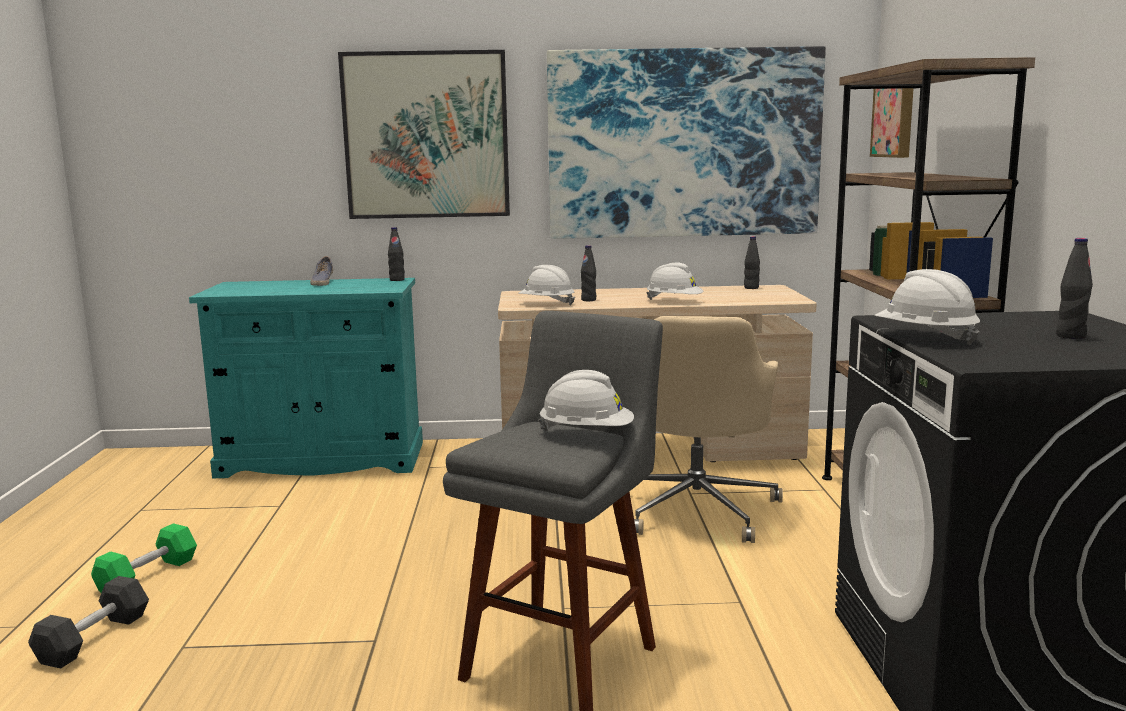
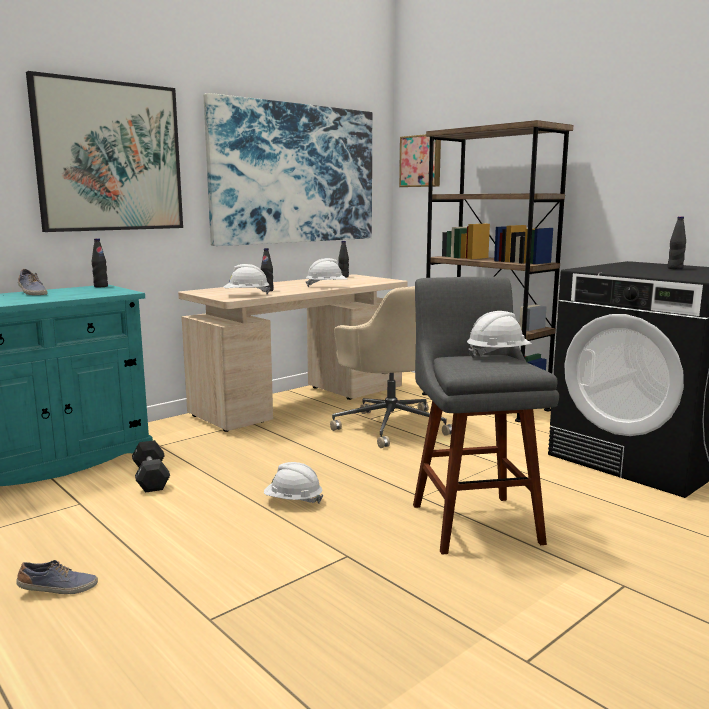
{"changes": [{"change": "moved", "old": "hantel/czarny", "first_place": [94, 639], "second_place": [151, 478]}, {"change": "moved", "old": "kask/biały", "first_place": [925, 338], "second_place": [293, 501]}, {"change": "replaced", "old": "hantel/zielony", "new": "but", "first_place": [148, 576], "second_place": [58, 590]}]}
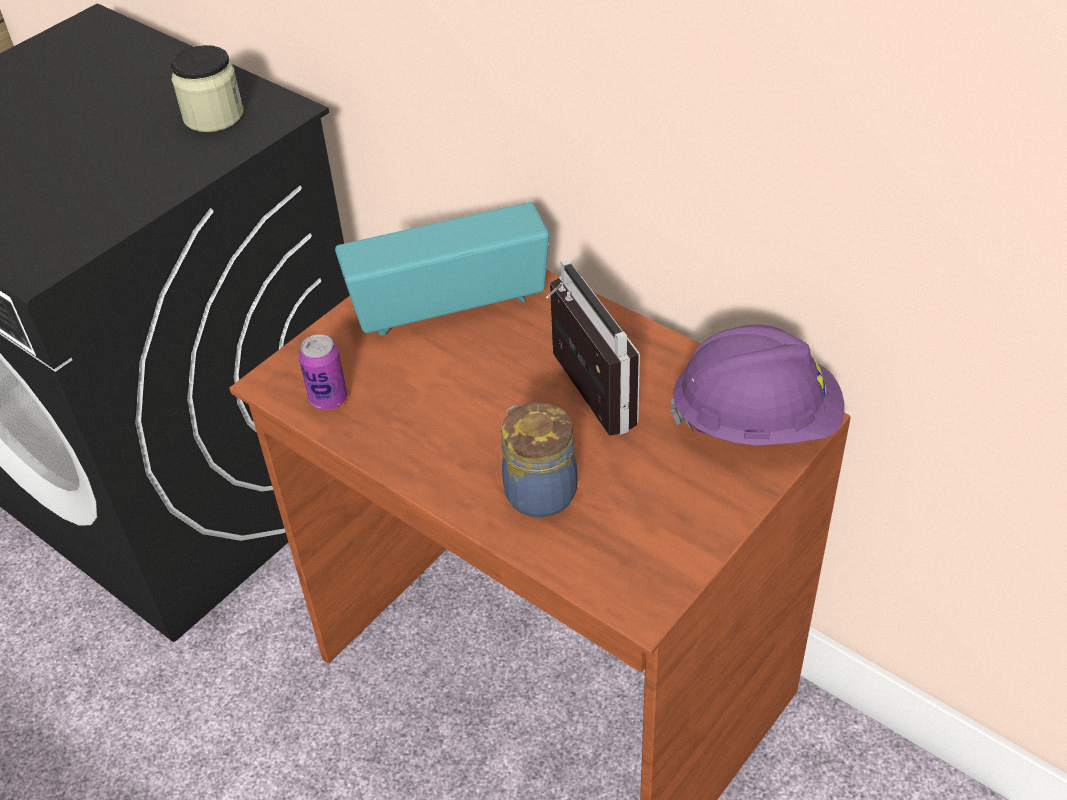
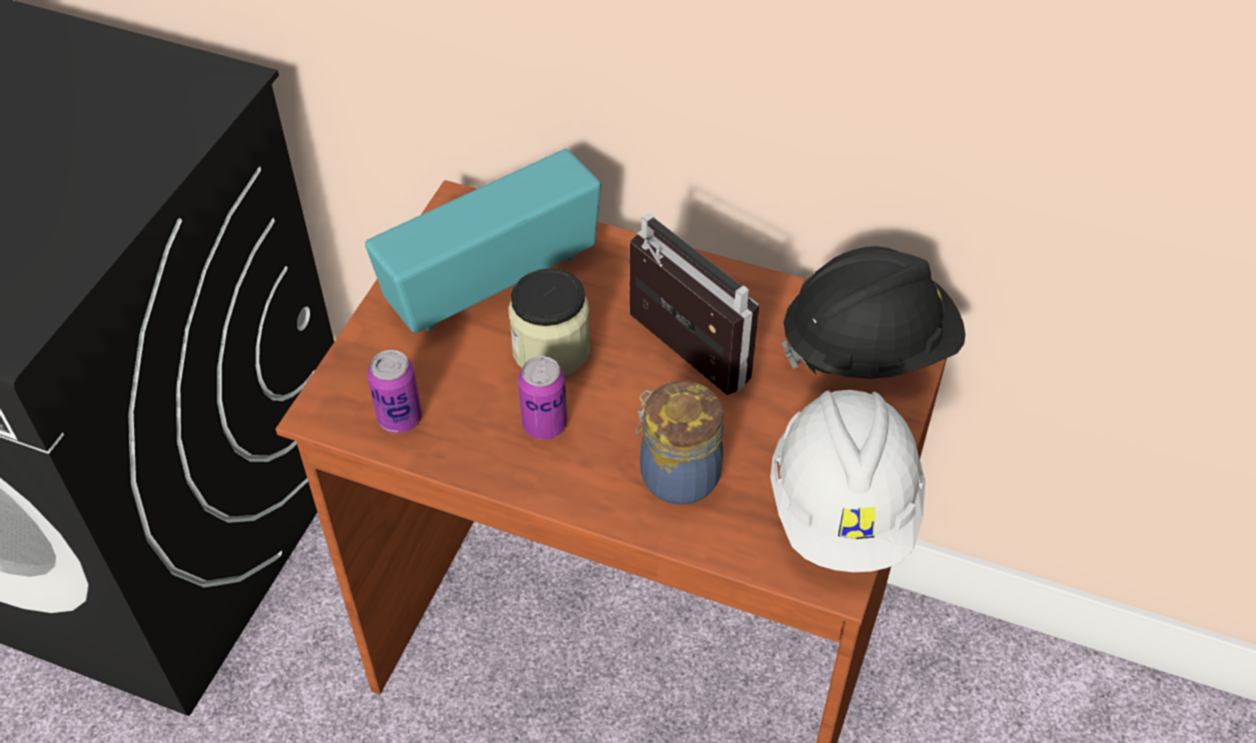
{"changes": [{"change": "added", "new": "puszka", "second_place": [544, 424]}, {"change": "added", "new": "kask/biały", "second_place": [843, 508]}, {"change": "moved", "old": "słoik", "first_place": [213, 116], "second_place": [551, 350]}, {"change": "recoloured", "old": "kask/fioletowy", "new": "kask/czarny", "first_place": [756, 422], "second_place": [869, 347]}]}
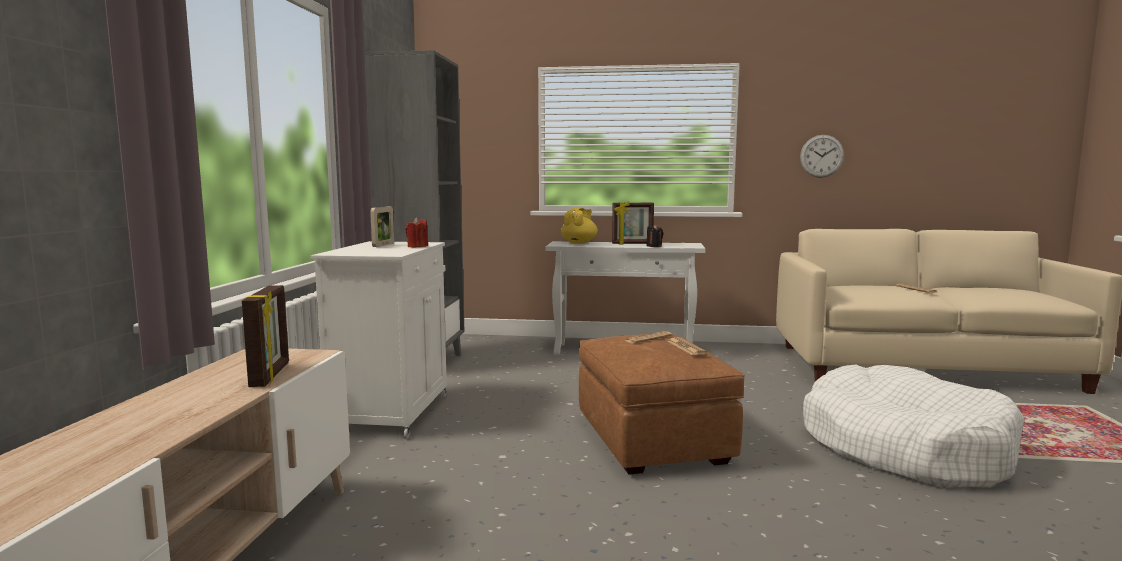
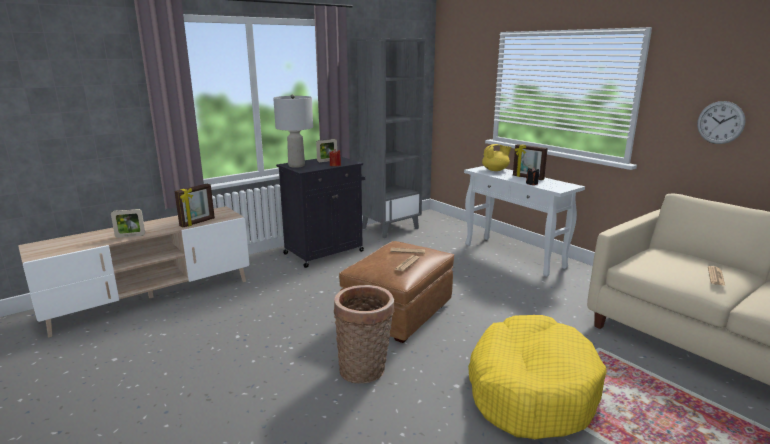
{"changes": [{"change": "added", "new": "ramka na zdjęcie", "second_place": [130, 236]}, {"change": "added", "new": "lampa stołowa/szary", "second_place": [296, 165]}, {"change": "added", "new": "koszyk", "second_place": [365, 370]}, {"change": "recoloured", "old": "szafka/biały", "new": "szafka/czarny", "first_place": [392, 412], "second_place": [325, 252]}, {"change": "recoloured", "old": "legowisko/biały", "new": "legowisko/żółty", "first_place": [904, 448], "second_place": [530, 389]}]}
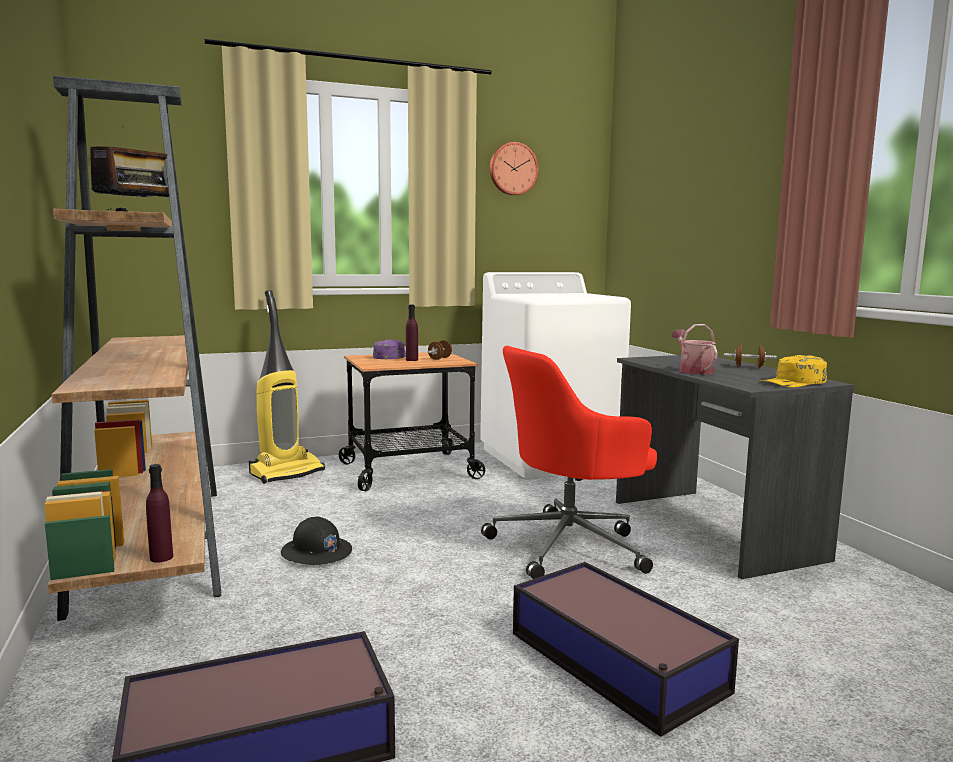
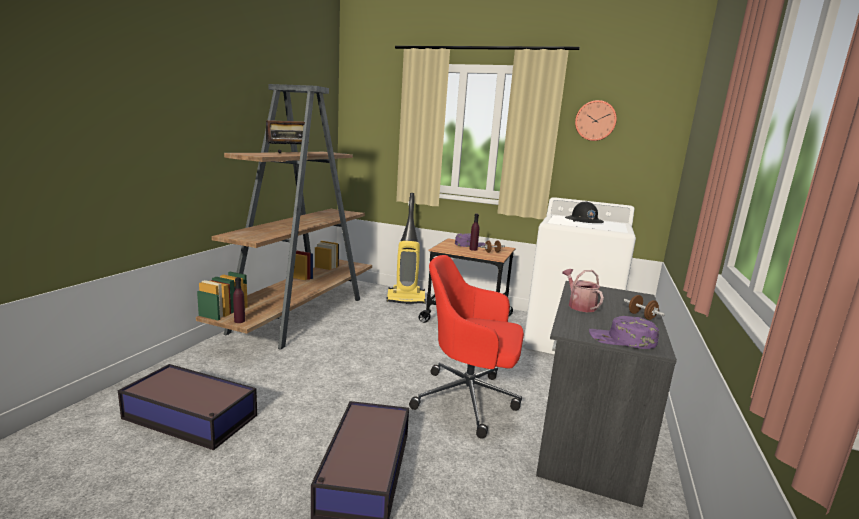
{"changes": [{"change": "moved", "old": "kask/czarny", "first_place": [316, 553], "second_place": [583, 221]}, {"change": "recoloured", "old": "czapka z daszkiem/żółty", "new": "czapka z daszkiem/fioletowy", "first_place": [793, 382], "second_place": [622, 339]}, {"change": "turned", "old": "konewka", "first_place": [693, 370], "second_place": [579, 305], "degrees": -45}]}
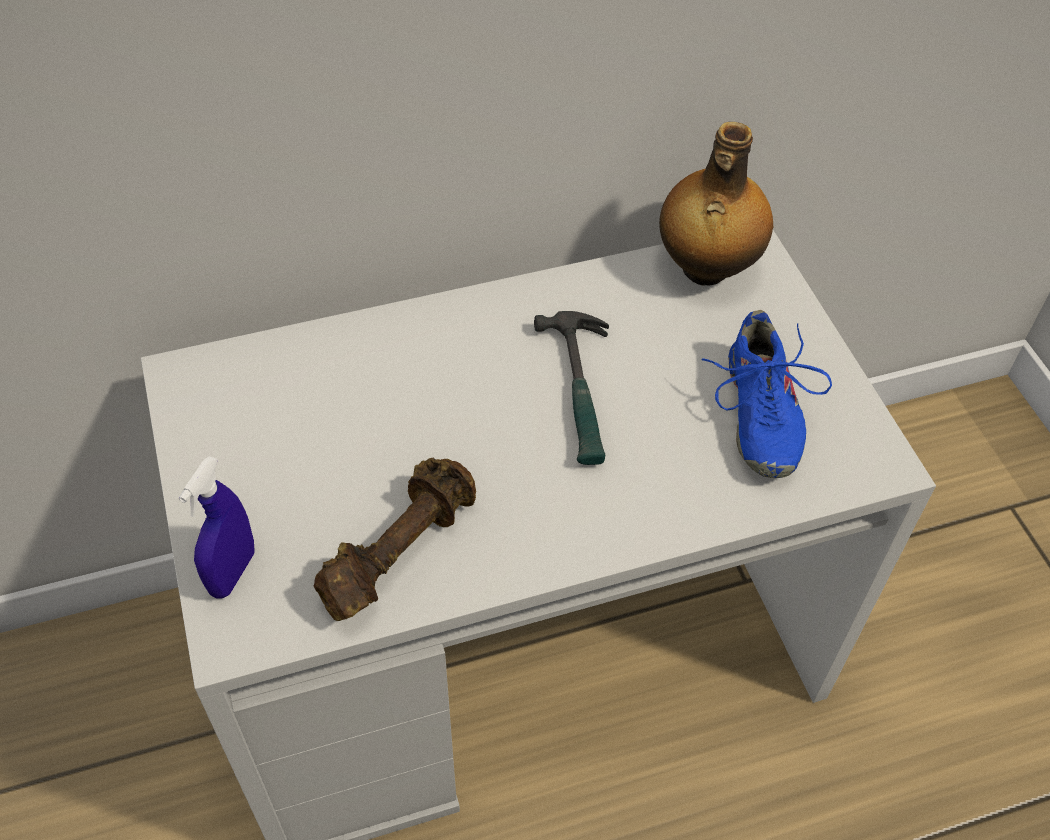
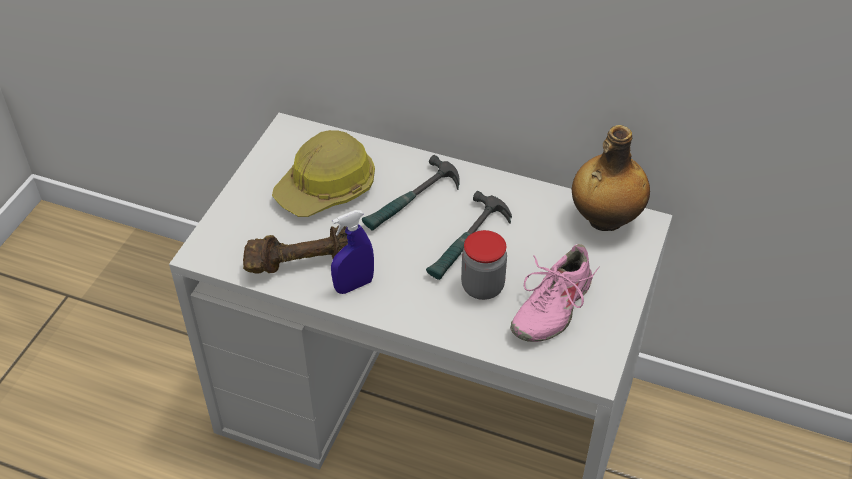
{"changes": [{"change": "added", "new": "kask", "second_place": [327, 188]}, {"change": "added", "new": "młotek", "second_place": [412, 201]}, {"change": "added", "new": "słoik", "second_place": [482, 287]}, {"change": "moved", "old": "spryskiwacz/niebieski", "first_place": [232, 573], "second_place": [354, 285]}, {"change": "recoloured", "old": "but/niebieski", "new": "but/różowy", "first_place": [758, 414], "second_place": [551, 307]}]}
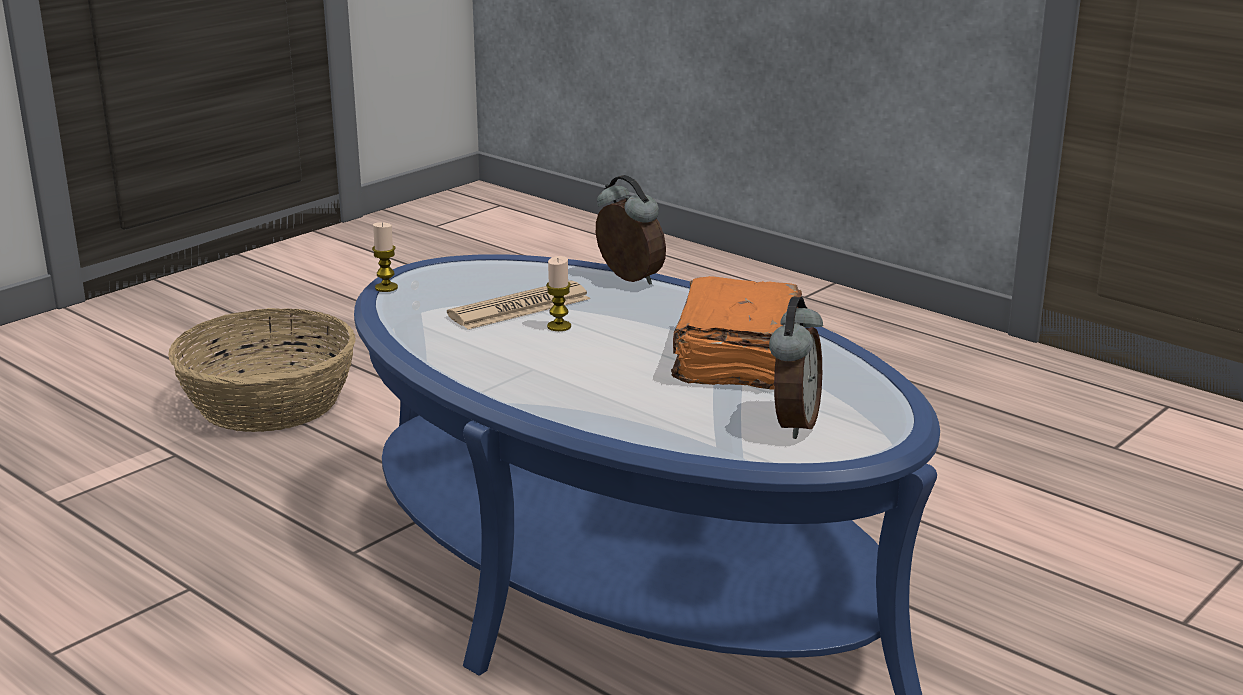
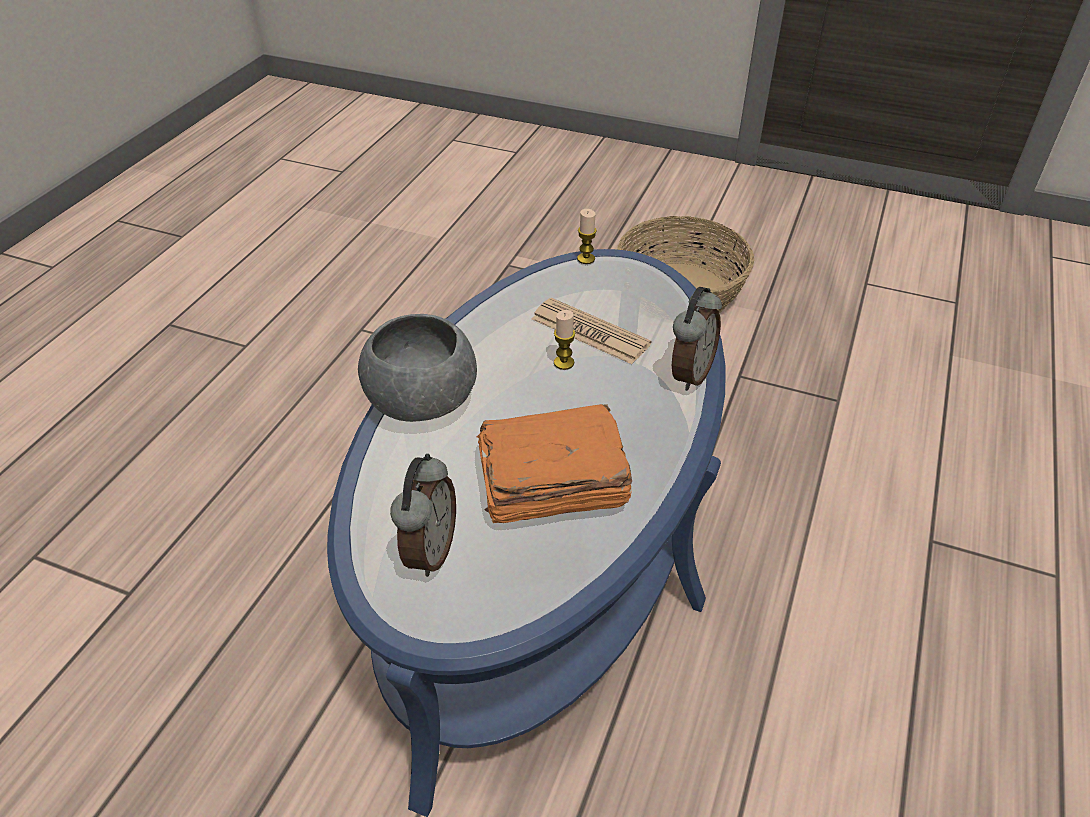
{"changes": [{"change": "added", "new": "miska/szary", "second_place": [422, 400]}, {"change": "turned", "old": "budzik", "first_place": [792, 424], "second_place": [429, 551], "degrees": -75}]}
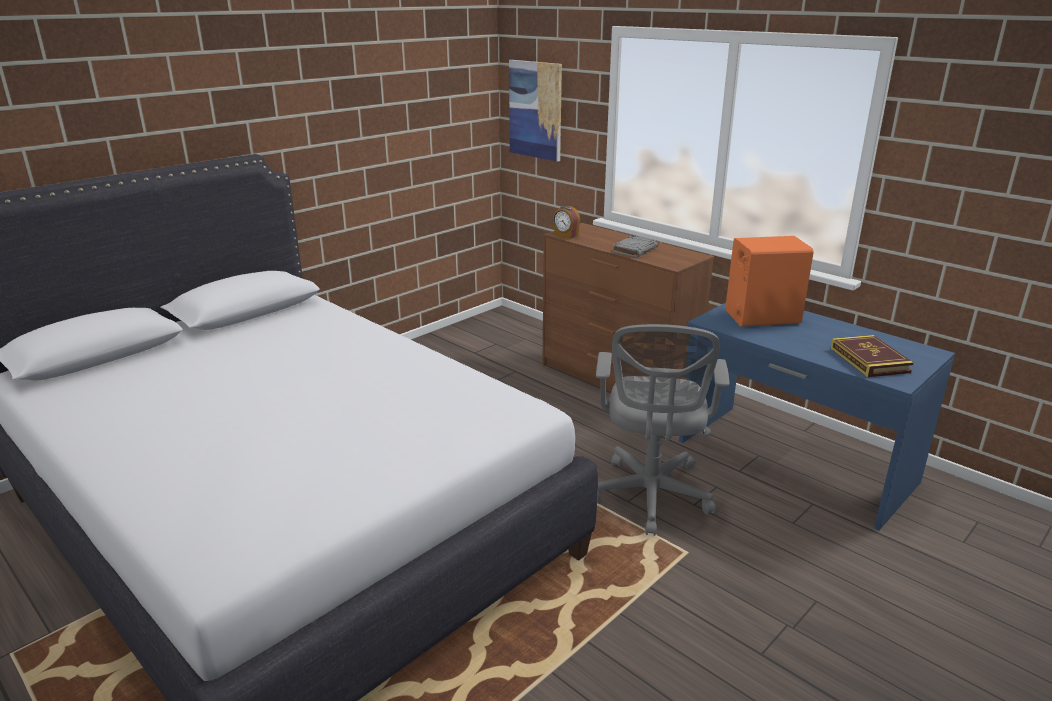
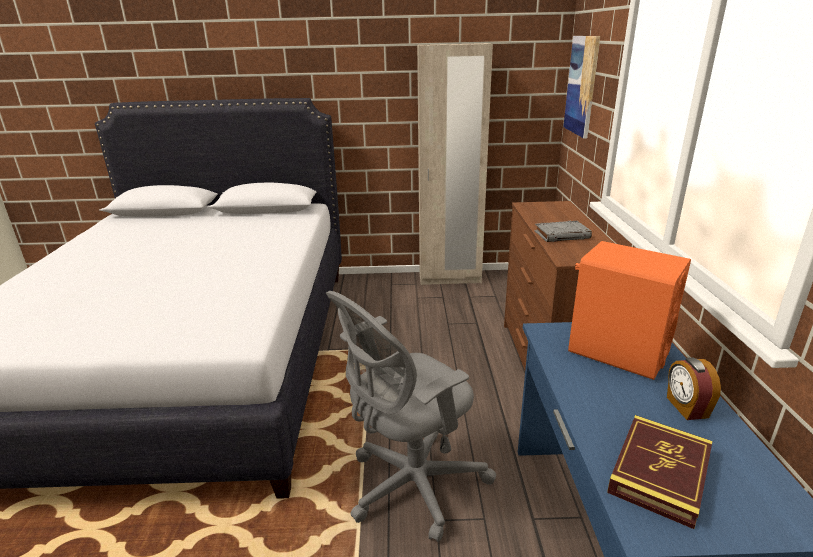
{"changes": [{"change": "added", "new": "szafa/beżowy", "second_place": [450, 279]}, {"change": "moved", "old": "budzik", "first_place": [566, 235], "second_place": [686, 407]}]}
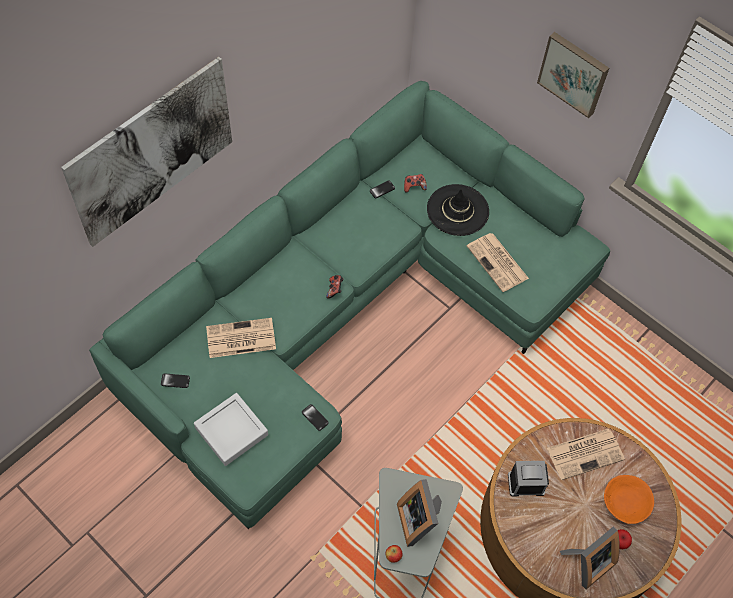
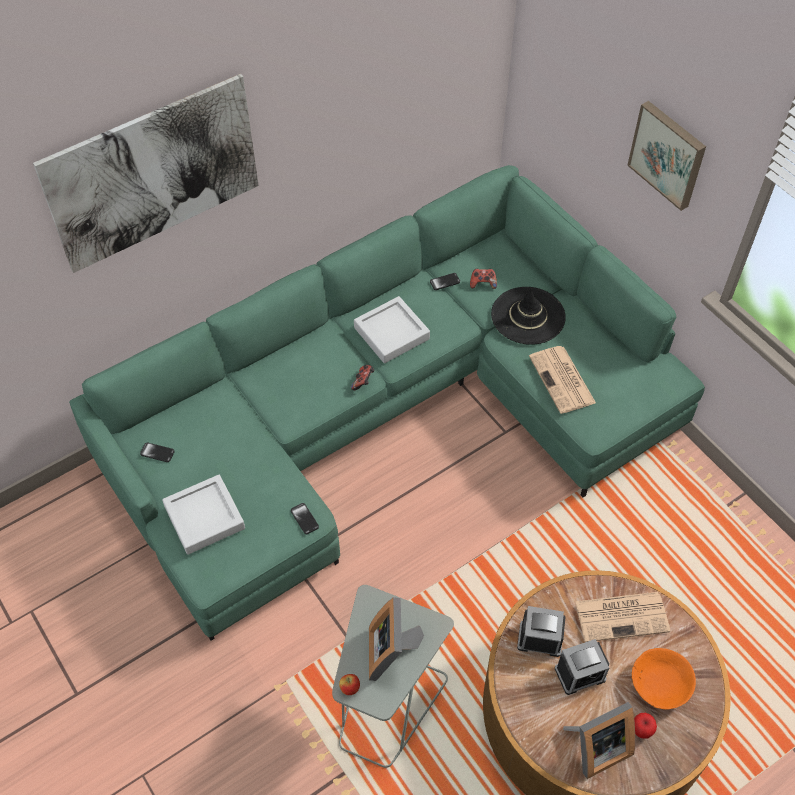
{"changes": [{"change": "removed", "old": "gazeta", "first_place": [240, 339]}, {"change": "added", "new": "taca/szary", "second_place": [391, 333]}, {"change": "added", "new": "budzik", "second_place": [580, 674]}]}
